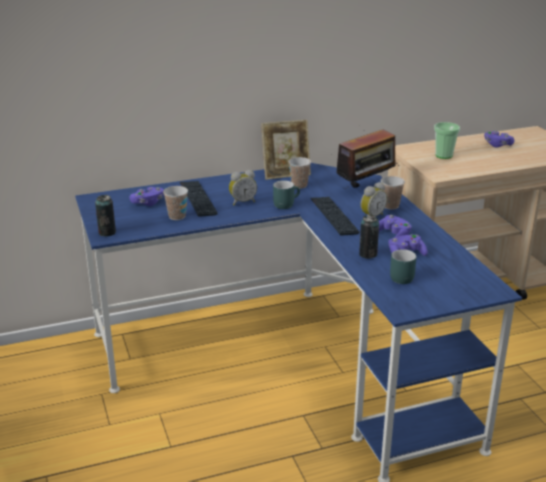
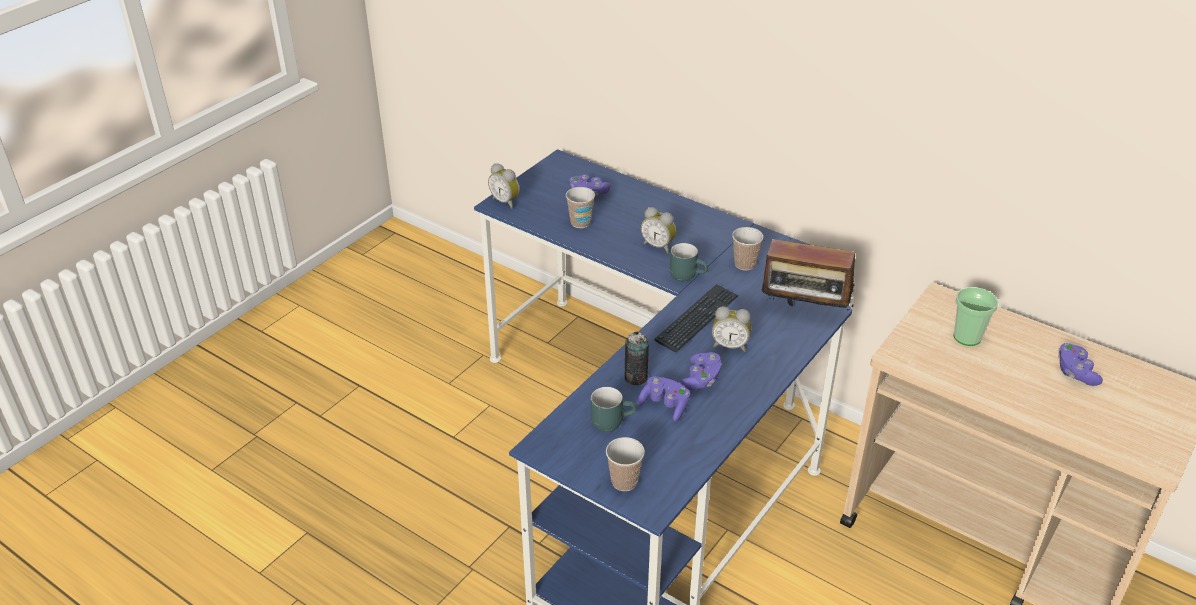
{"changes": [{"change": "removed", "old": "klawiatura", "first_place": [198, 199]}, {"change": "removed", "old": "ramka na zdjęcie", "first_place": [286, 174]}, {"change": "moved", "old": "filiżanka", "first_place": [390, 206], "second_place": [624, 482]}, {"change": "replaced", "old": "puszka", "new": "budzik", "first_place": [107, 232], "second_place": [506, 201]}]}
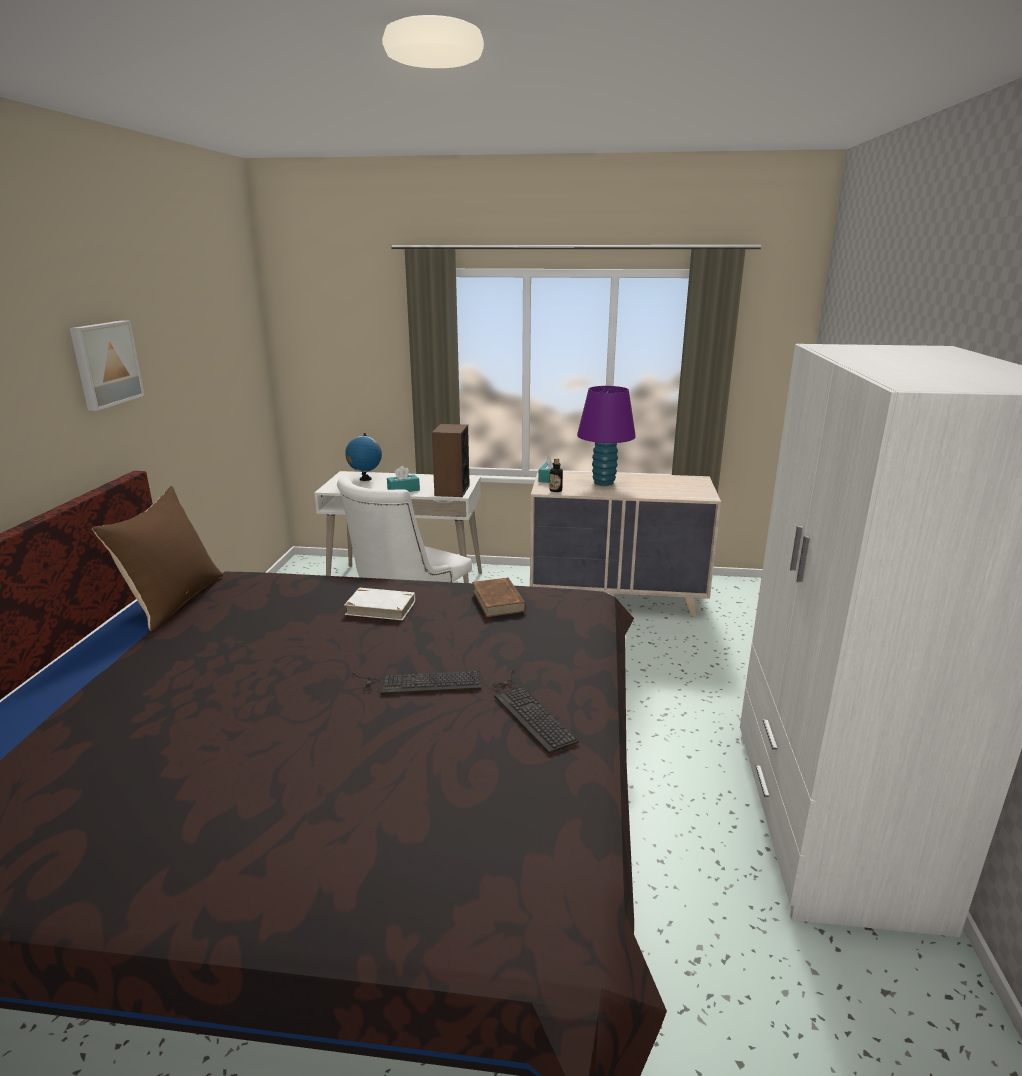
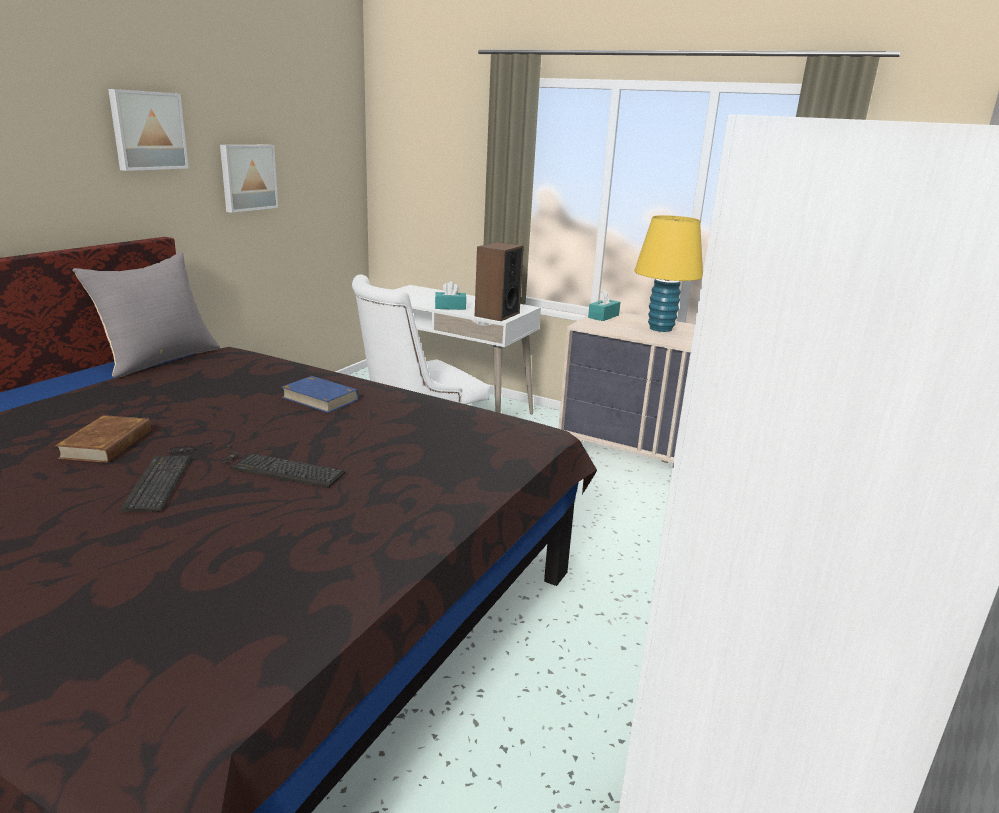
{"changes": [{"change": "removed", "old": "globus", "first_place": [365, 479]}, {"change": "removed", "old": "butelka", "first_place": [555, 490]}, {"change": "added", "new": "obraz", "second_place": [247, 177]}, {"change": "moved", "old": "książka/brązowy", "first_place": [498, 601], "second_place": [107, 444]}, {"change": "moved", "old": "klawiatura", "first_place": [529, 711], "second_place": [165, 476]}, {"change": "recoloured", "old": "poduszka/brązowy", "new": "poduszka/szary", "first_place": [174, 601], "second_place": [159, 359]}, {"change": "recoloured", "old": "książka/biały", "new": "książka/niebieski", "first_place": [380, 608], "second_place": [320, 398]}, {"change": "recoloured", "old": "lampa stołowa/fioletowy", "new": "lampa stołowa/żółty", "first_place": [603, 482], "second_place": [660, 328]}]}
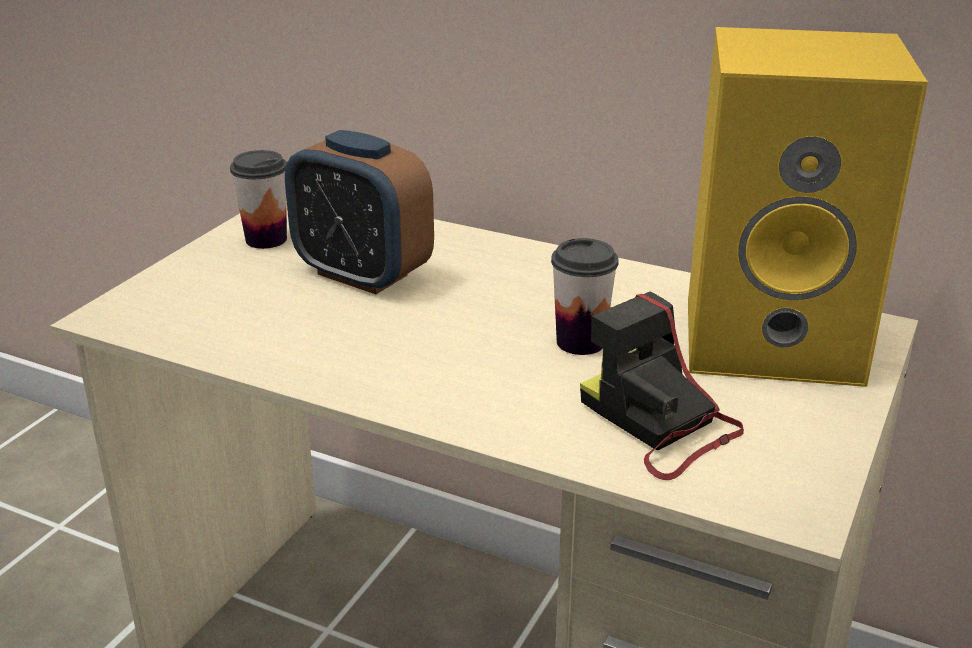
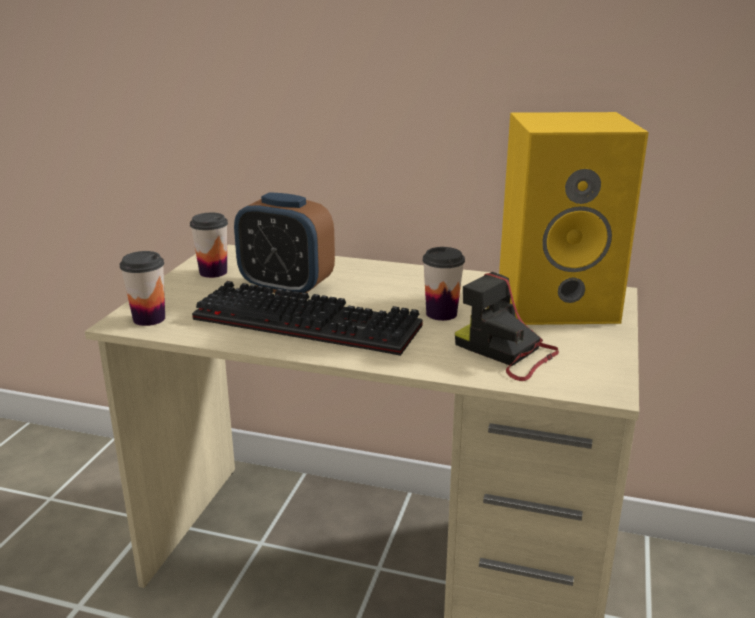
{"changes": [{"change": "added", "new": "filiżanka", "second_place": [149, 319]}, {"change": "added", "new": "klawiatura", "second_place": [312, 322]}]}
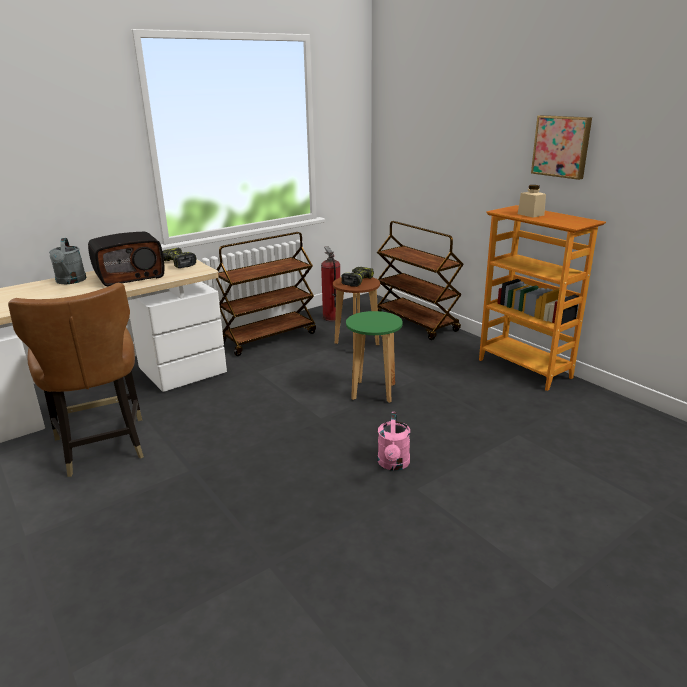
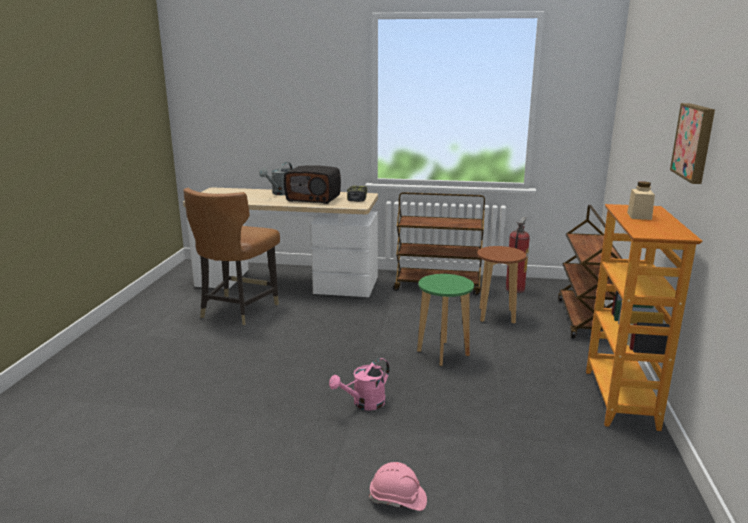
{"changes": [{"change": "removed", "old": "wiertarka", "first_place": [357, 281]}, {"change": "added", "new": "kask/różowy", "second_place": [398, 499]}]}
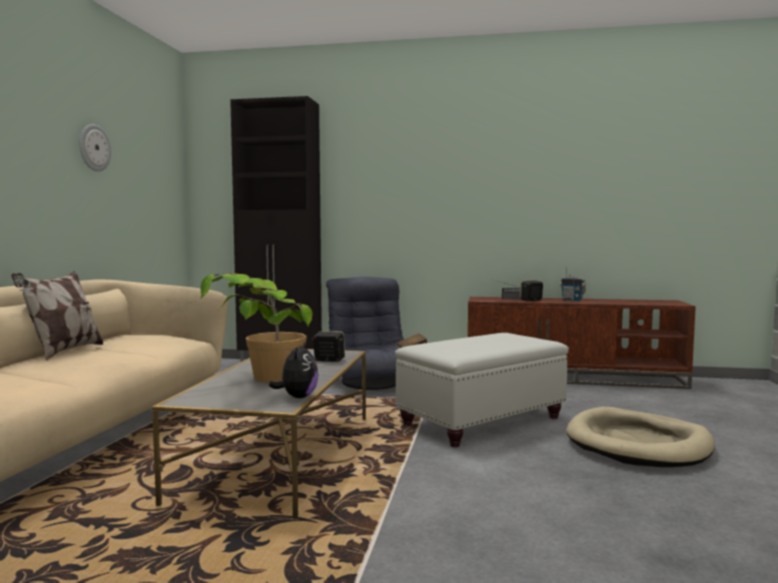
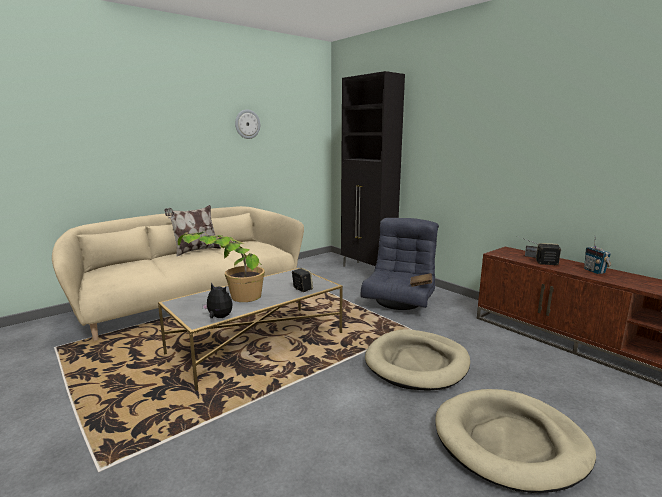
{"changes": [{"change": "replaced", "old": "pufa/biały", "new": "legowisko/beżowy", "first_place": [483, 421], "second_place": [417, 363]}, {"change": "turned", "old": "pluszak", "first_place": [297, 397], "second_place": [219, 318], "degrees": -105}]}
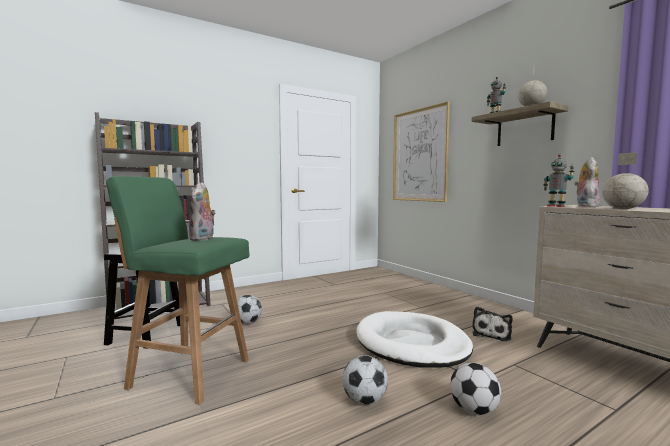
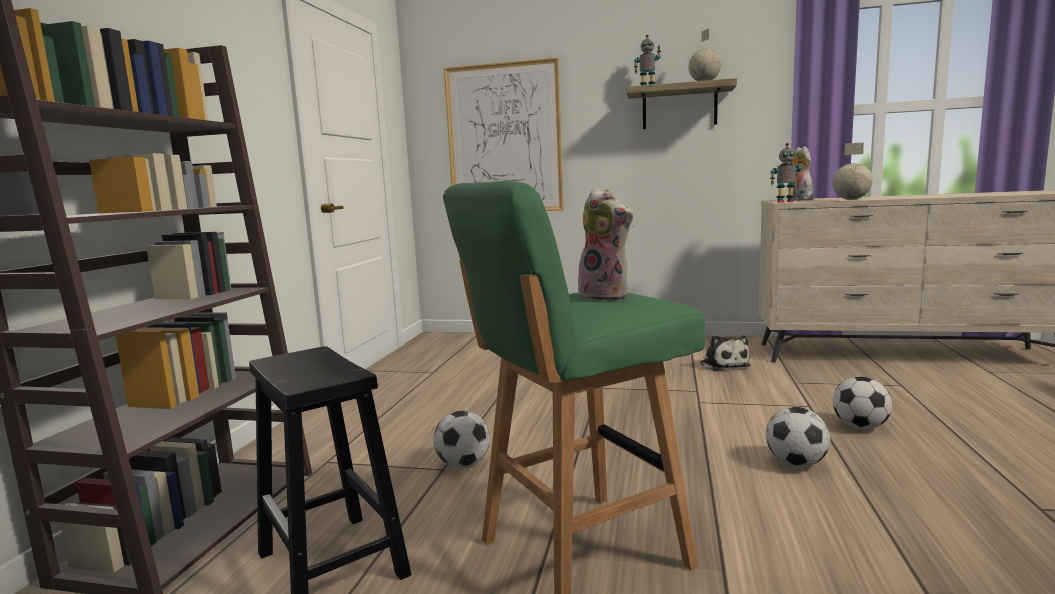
{"changes": [{"change": "removed", "old": "legowisko/biały", "first_place": [411, 343]}]}
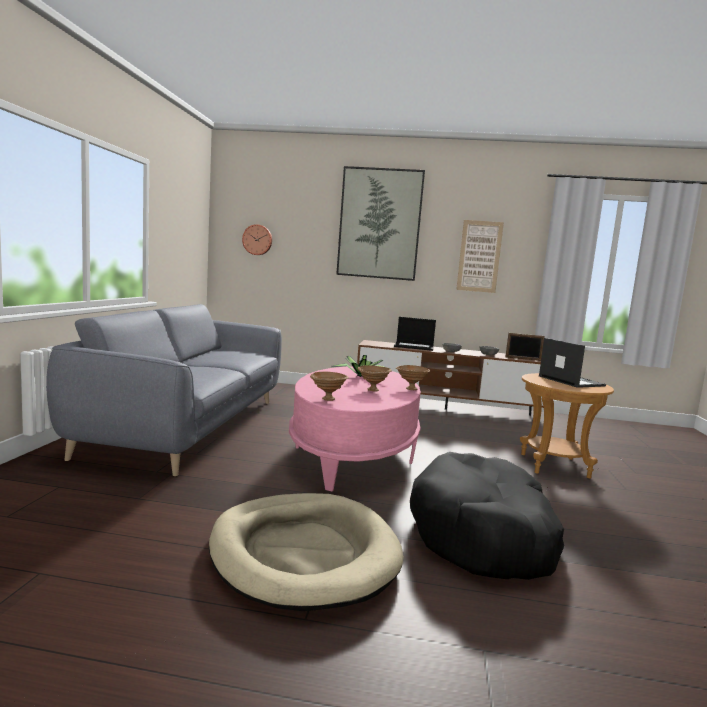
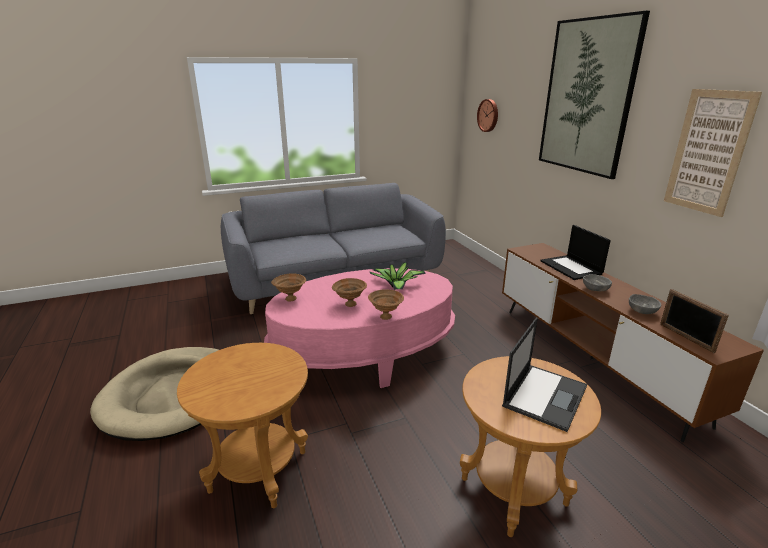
{"changes": [{"change": "replaced", "old": "legowisko/czarny", "new": "stolik/brązowy", "first_place": [483, 534], "second_place": [258, 471]}]}
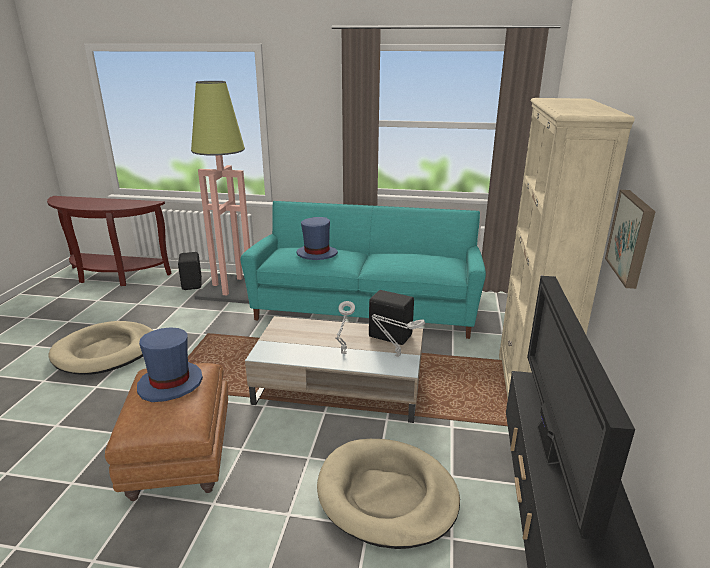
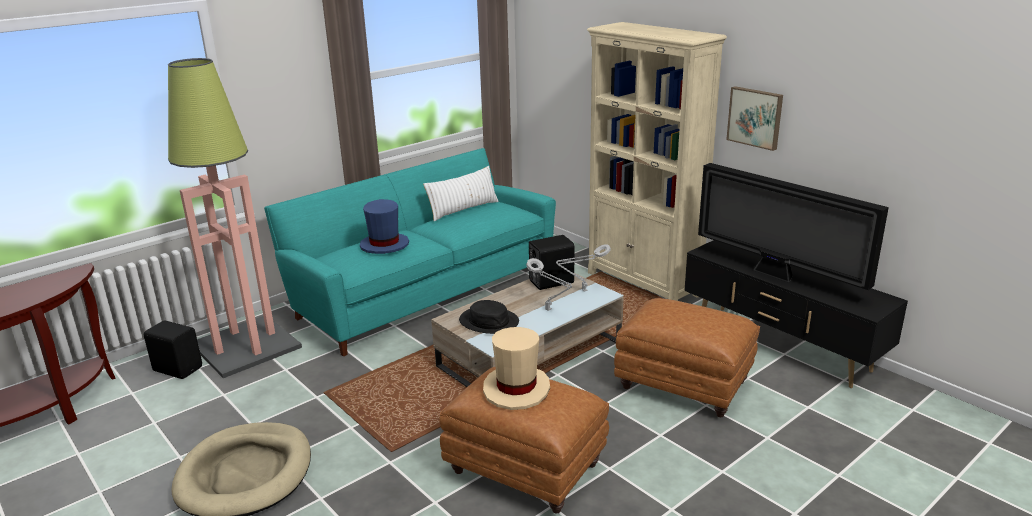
{"changes": [{"change": "added", "new": "poduszka/biały", "second_place": [463, 209]}, {"change": "added", "new": "kapelusz/czarny", "second_place": [489, 321]}, {"change": "replaced", "old": "legowisko/beżowy", "new": "pufa/brązowy", "first_place": [386, 495], "second_place": [685, 385]}, {"change": "recoloured", "old": "kapelusz/niebieski", "new": "kapelusz/beżowy", "first_place": [171, 383], "second_place": [516, 389]}]}
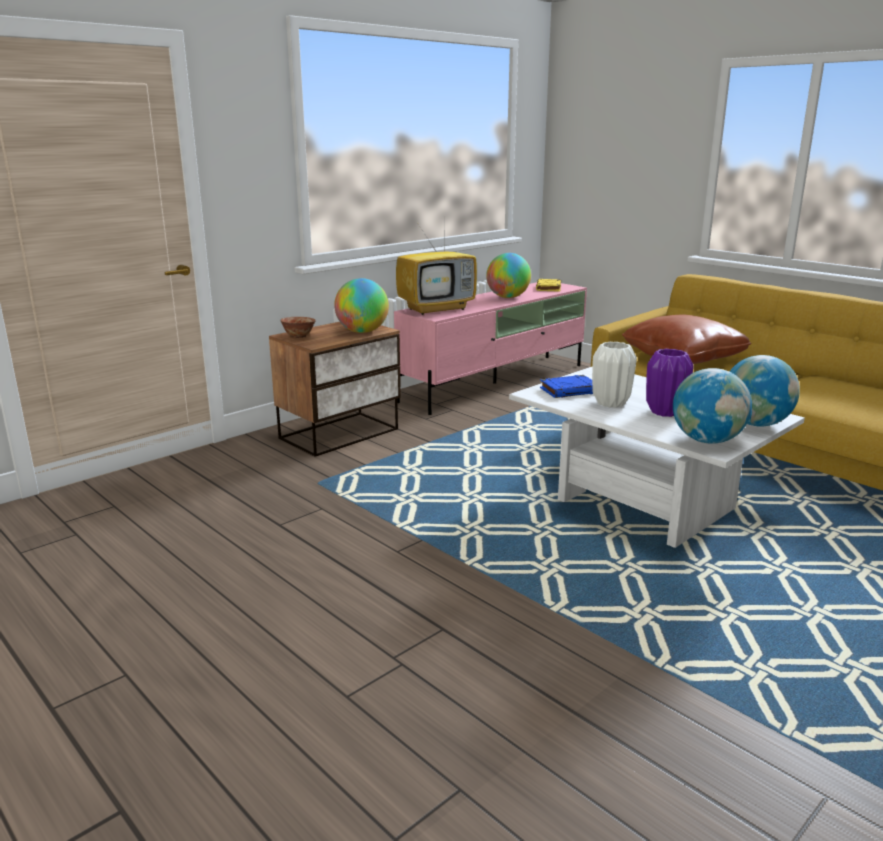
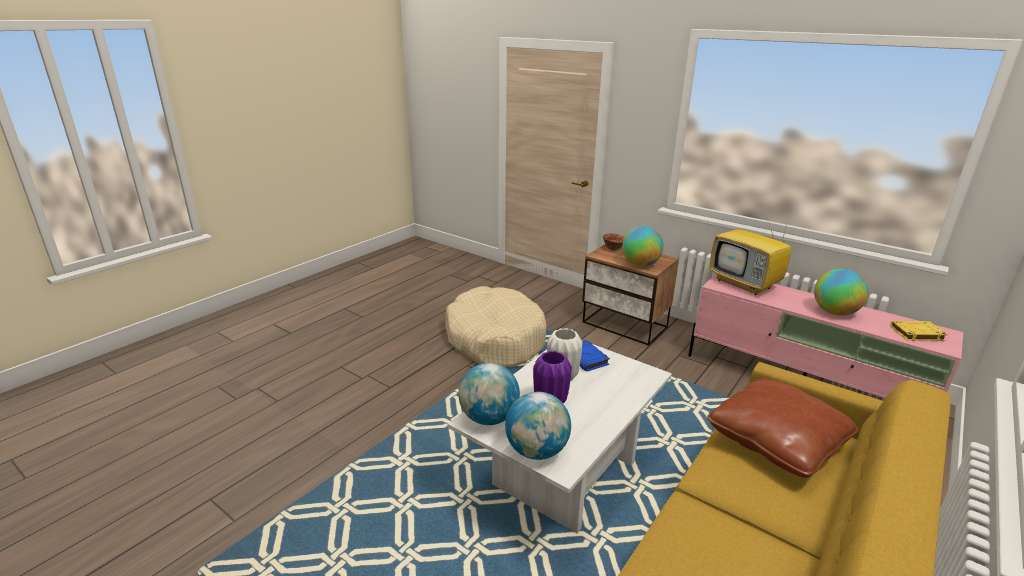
{"changes": [{"change": "added", "new": "legowisko/beżowy", "second_place": [495, 339]}]}
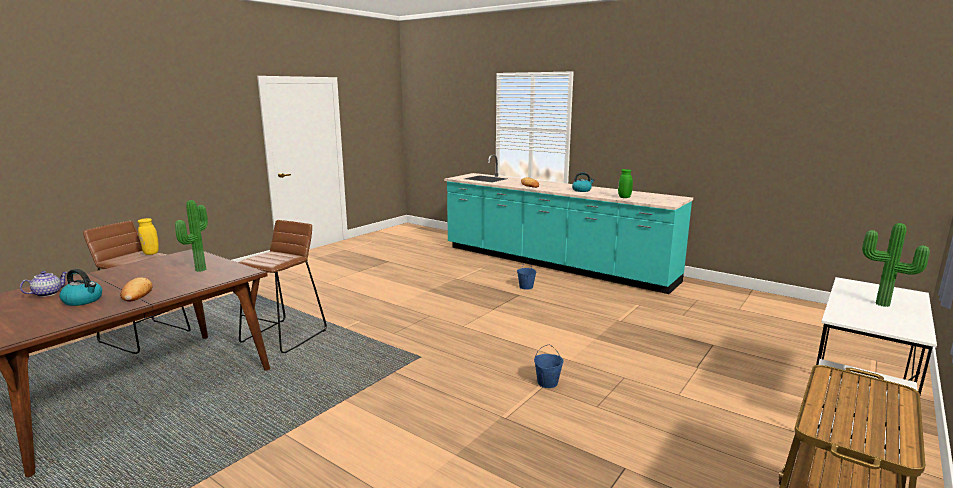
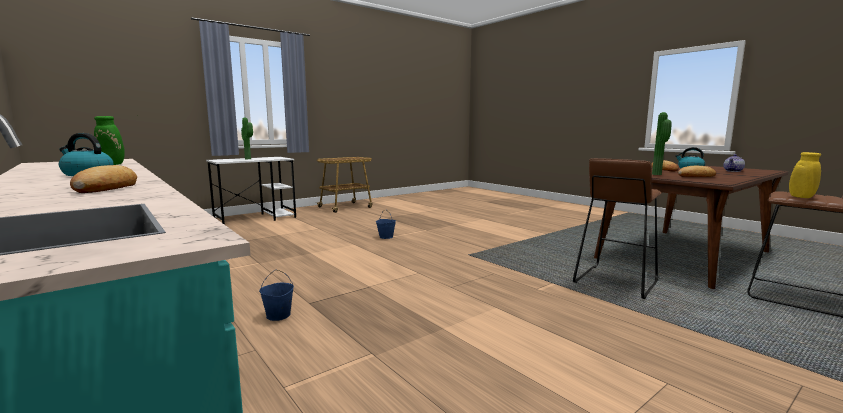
{"changes": [{"change": "added", "new": "chleb", "second_place": [696, 176]}]}
